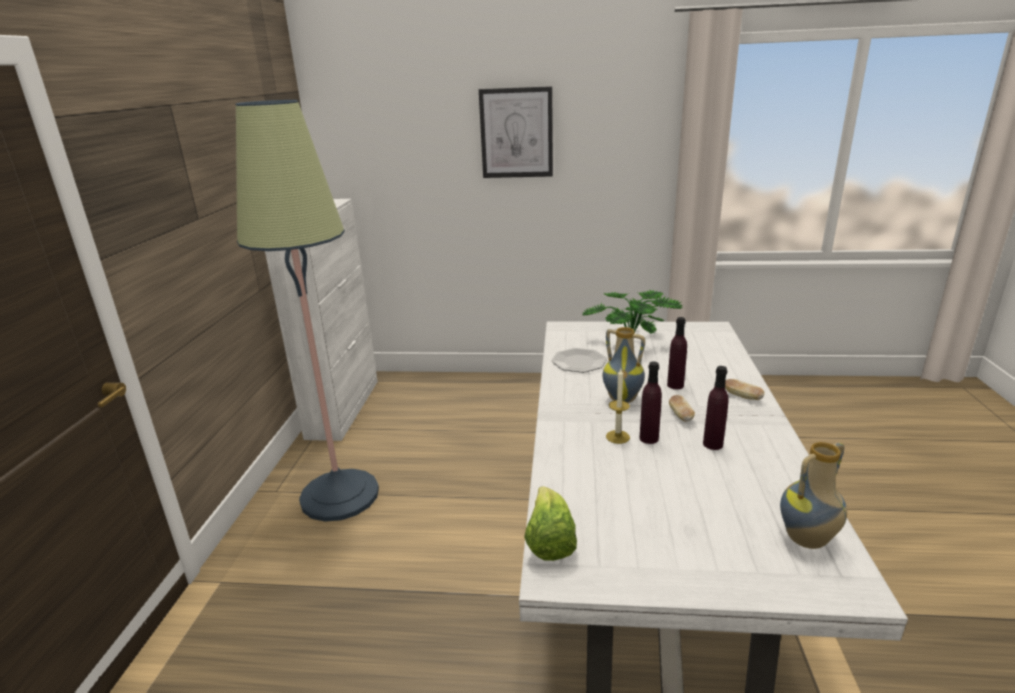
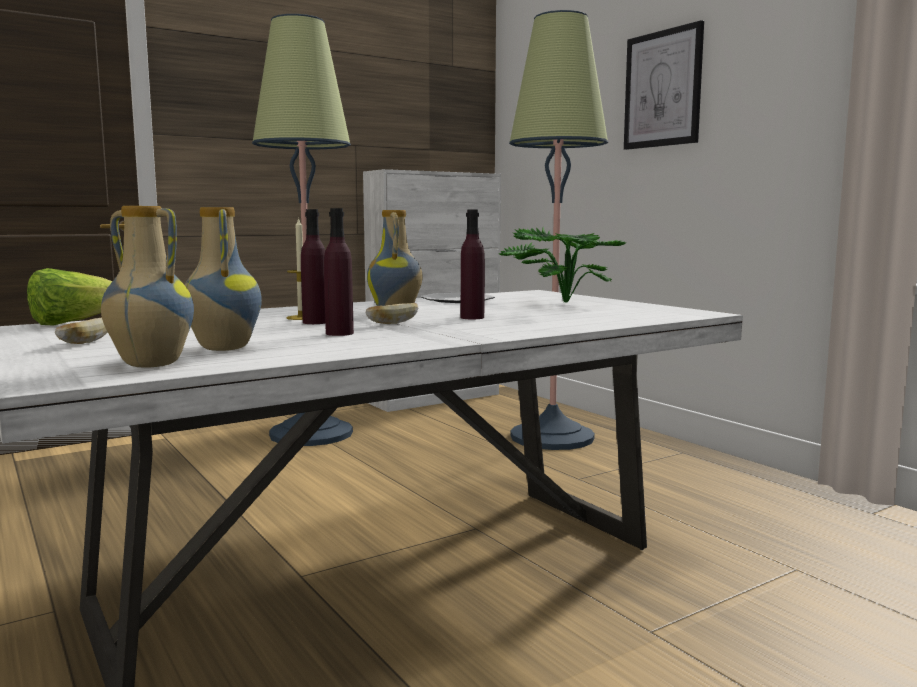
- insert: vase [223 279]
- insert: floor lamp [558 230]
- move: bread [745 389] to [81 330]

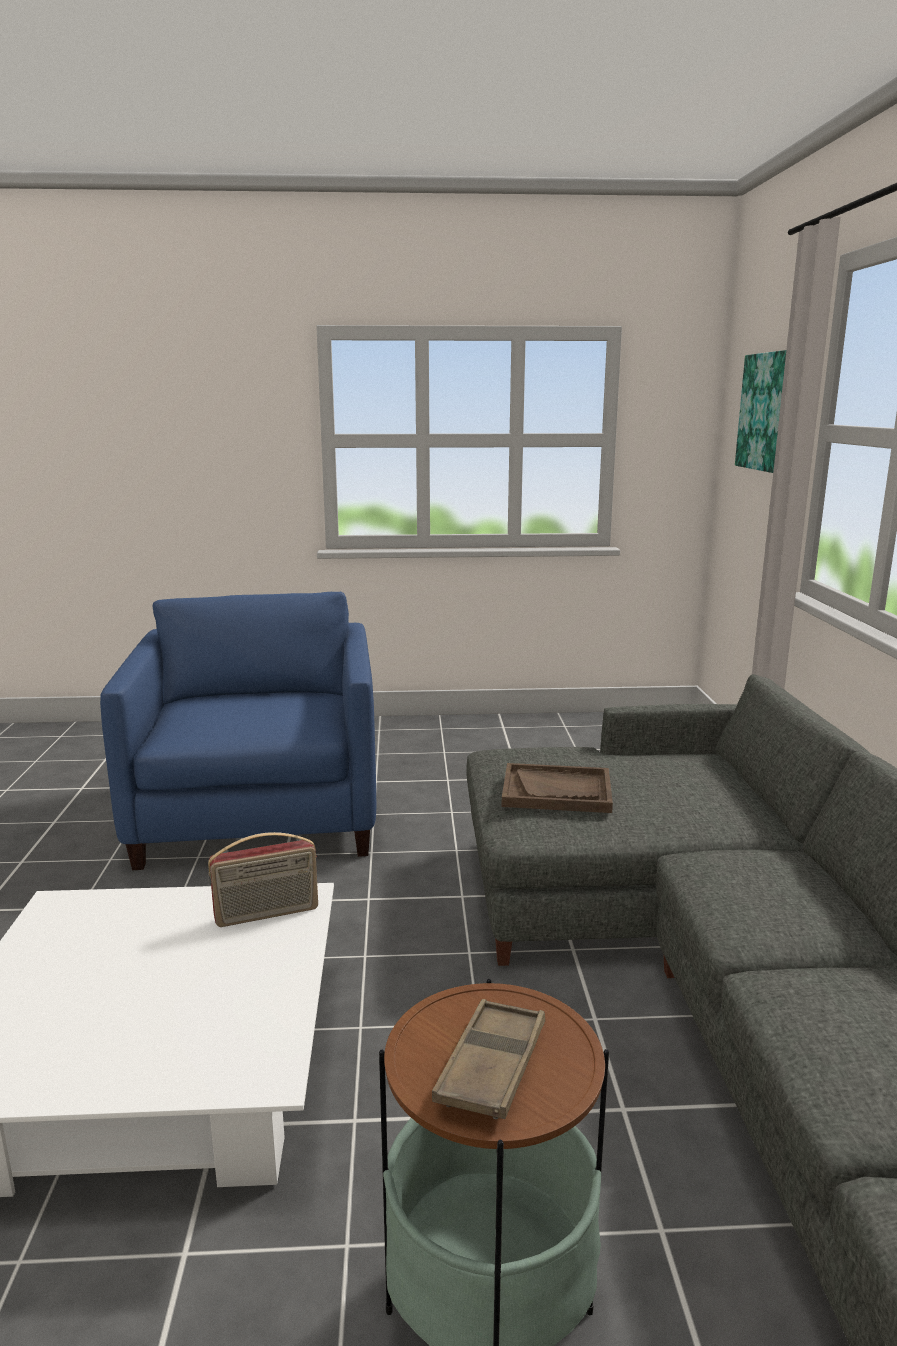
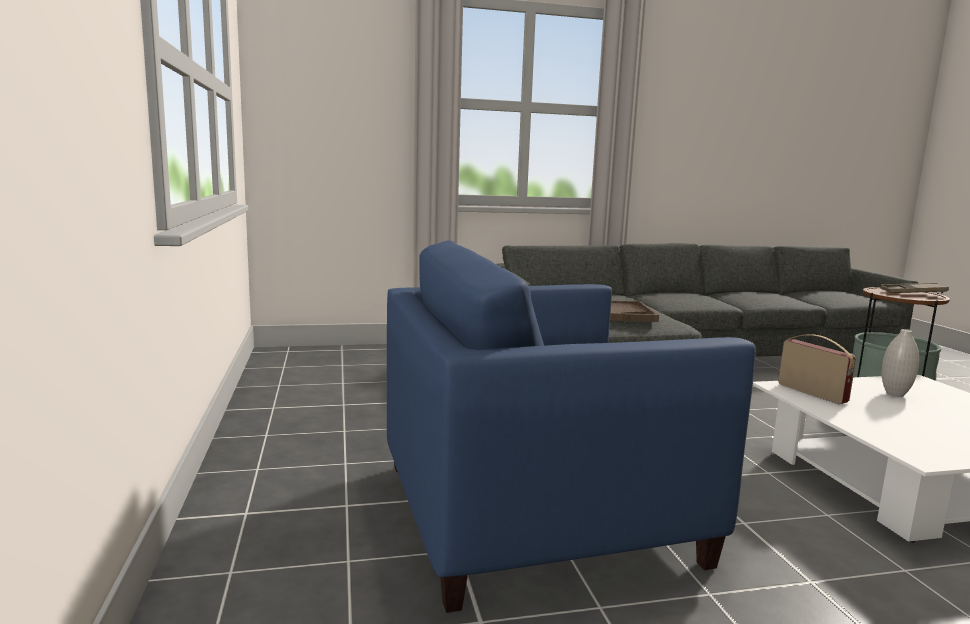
- delete: picture [760 411]
- insert: white vase [900 363]

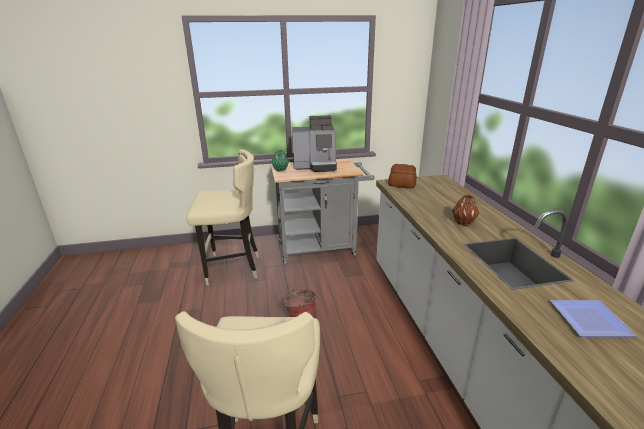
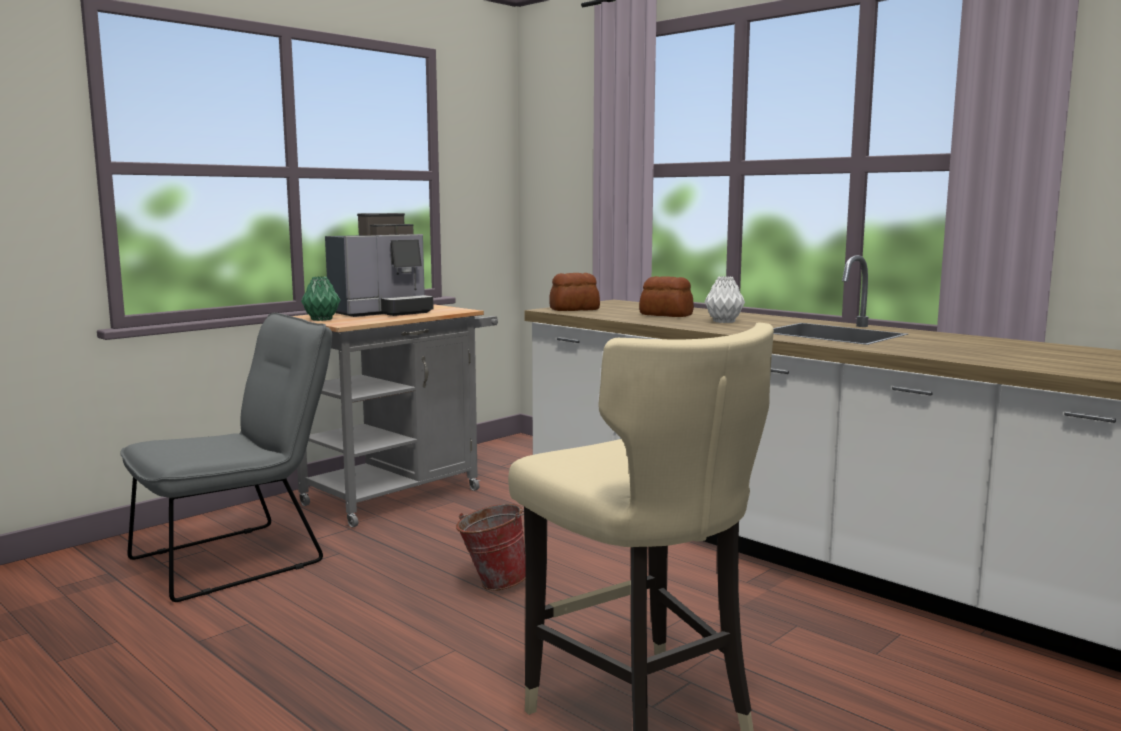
- delete: plate [594 318]
- insert: bread [666 296]
- replace: beige stool [223 217] to grey chair [226 457]
- recolor: brown vase [465 210] to white vase [724 299]

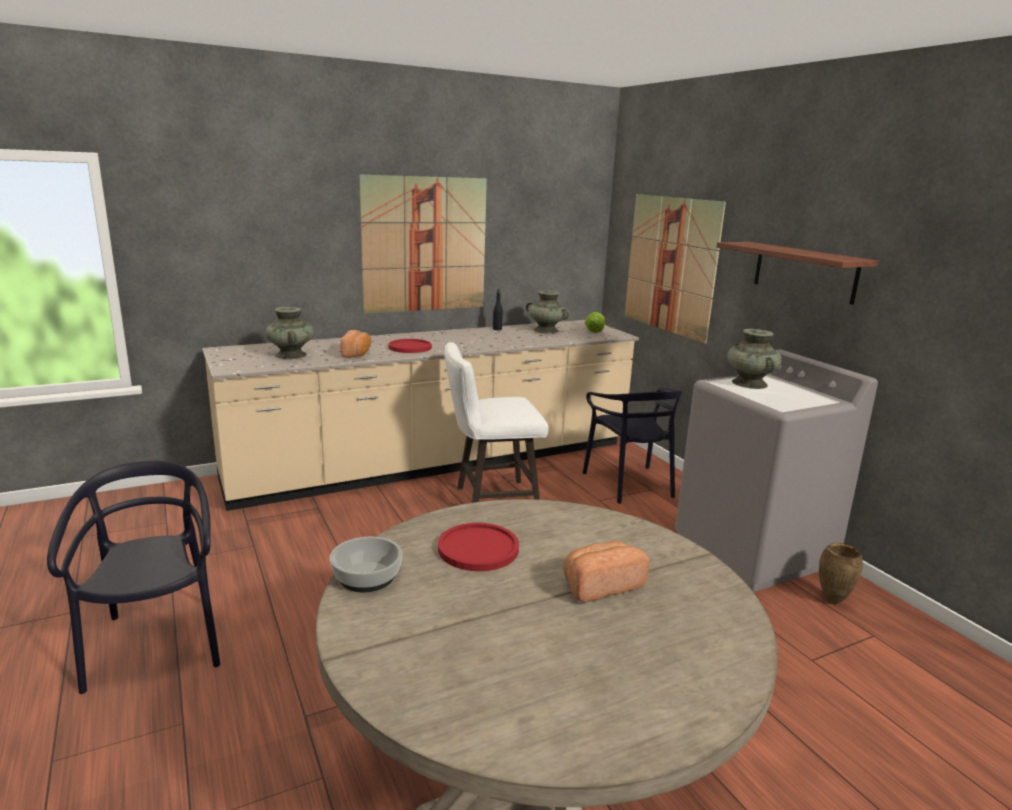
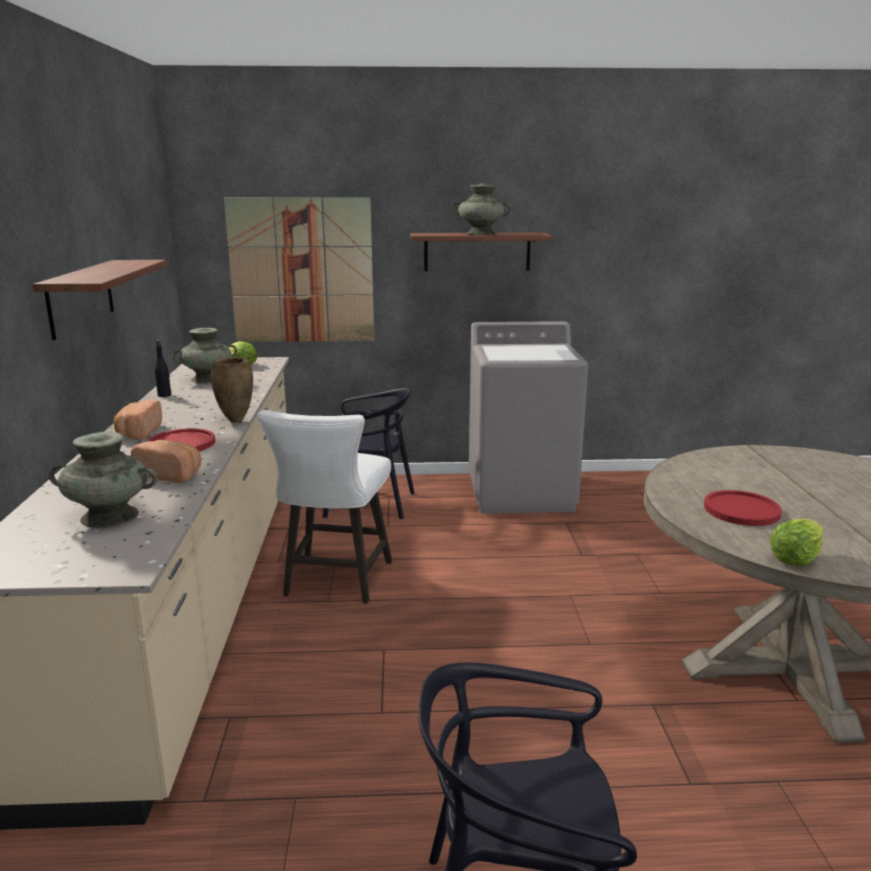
- move: bread [606 571] to [138 419]
- move: turquoise vase [754 359] to [481 209]
- move: brown vase [841 573] to [231 390]
- replace: bowl [366 564] to lettuce [796 542]
- replace: picture [423 244] to shelf [100 300]

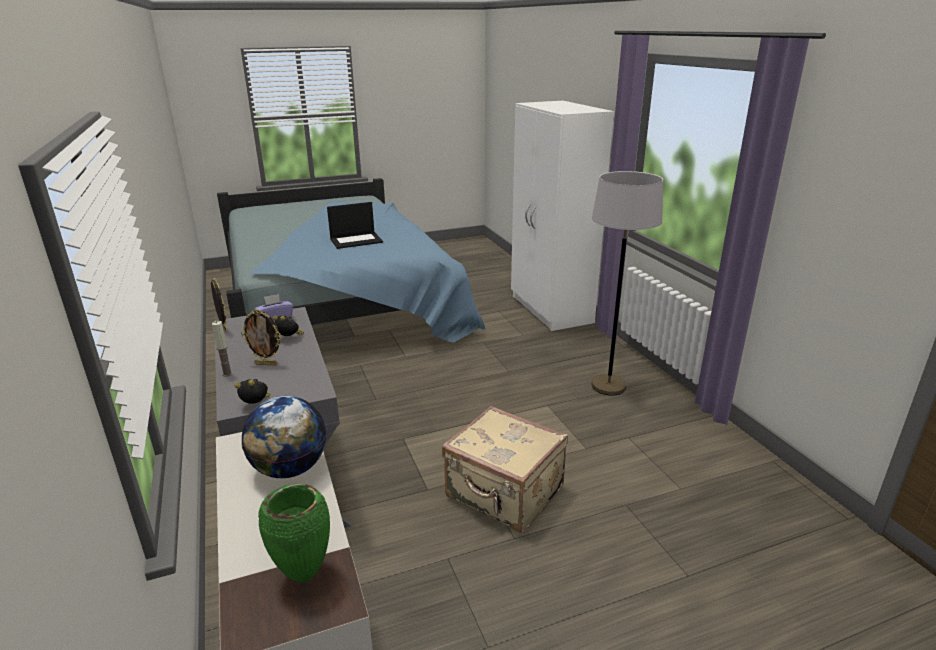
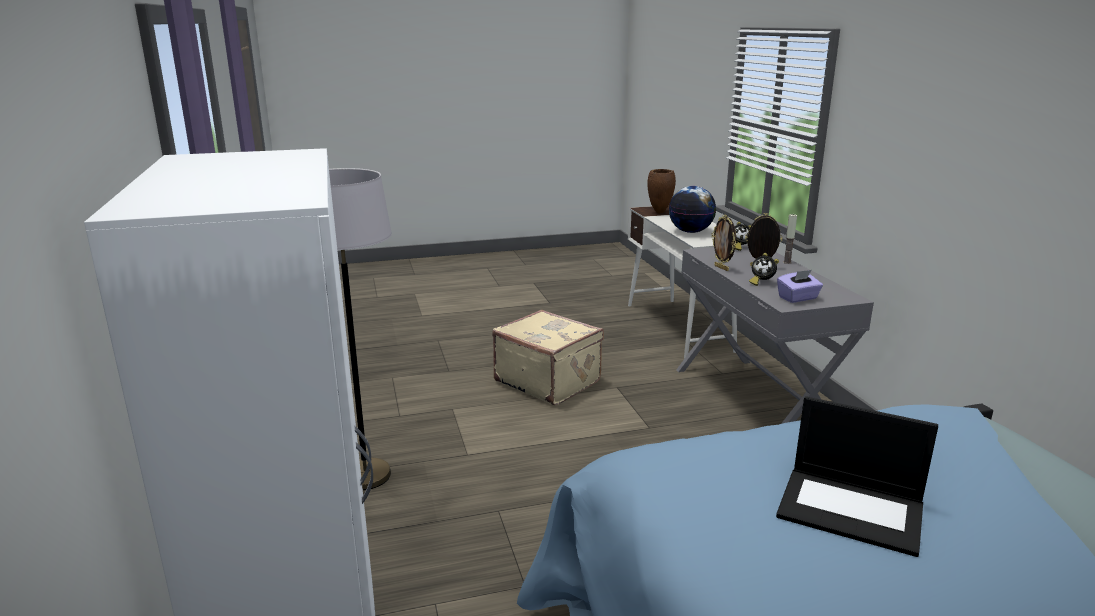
- move: picture frame [219 305] to [724 243]
- recolor: green vase [294 533] to brown vase [661 191]
- rotate: laptop [355 225] = [857 476] 135 degrees counterclockwise

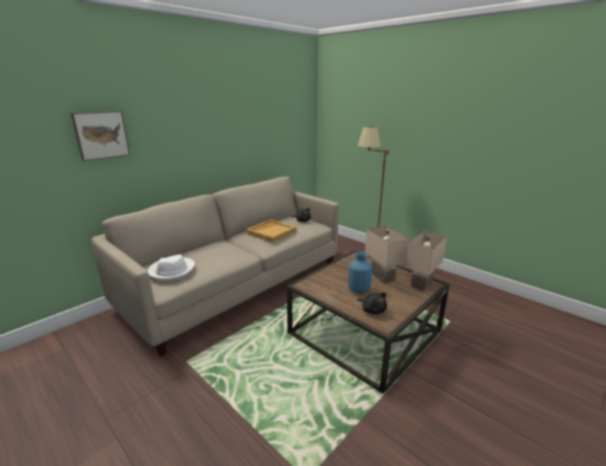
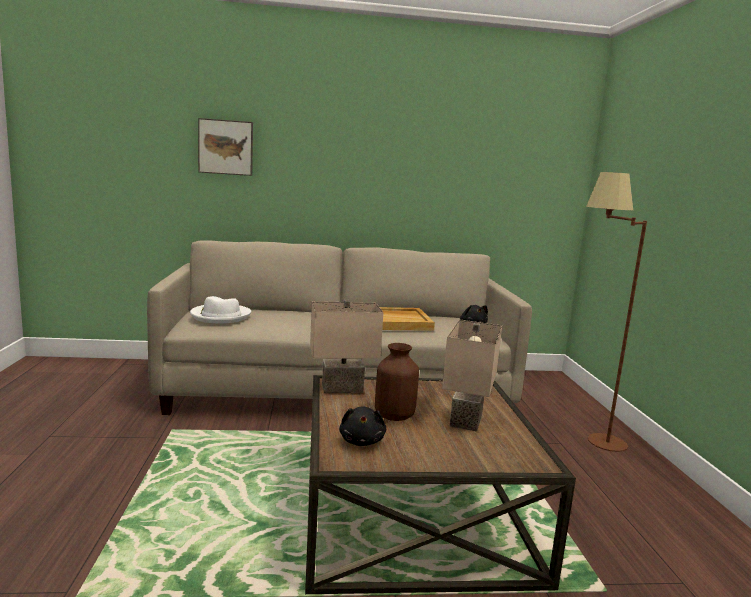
- move: beige table lamp [426 261] to [347 346]
- recolor: blue vase [360 273] to brown vase [397 382]

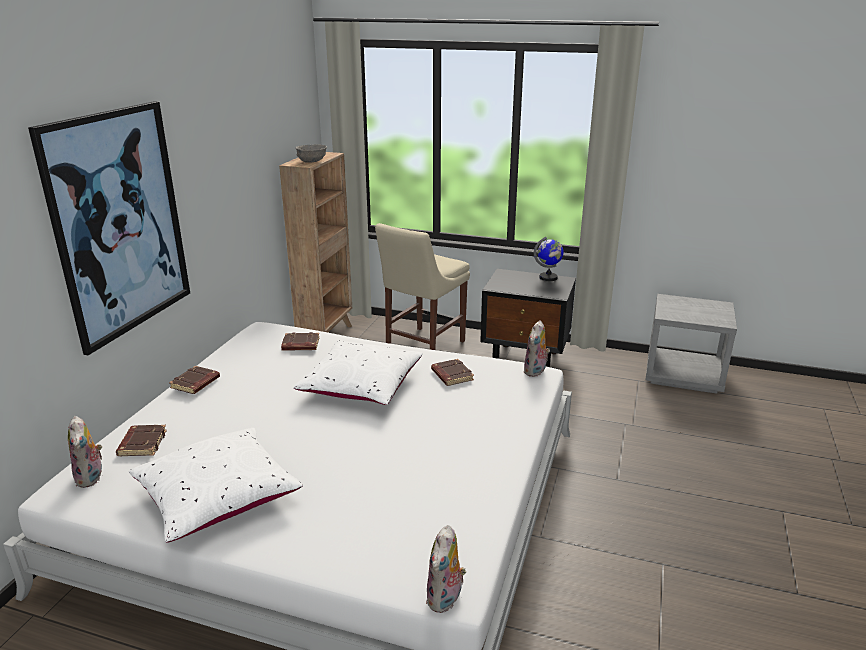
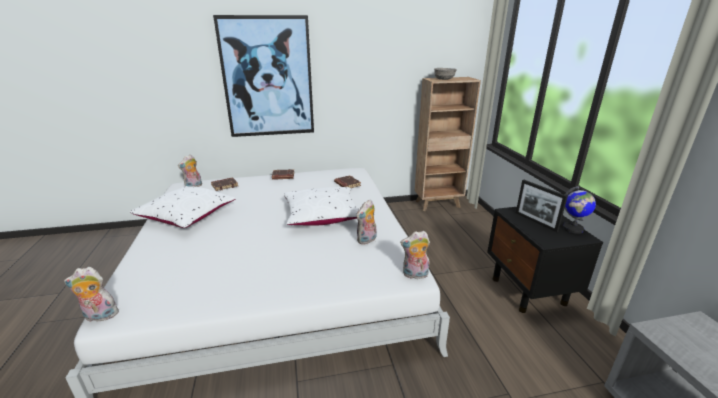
- delete: beige chair [422 286]
- insert: picture frame [542 206]
- replace: brown book [452 372] to plush toy [366 222]

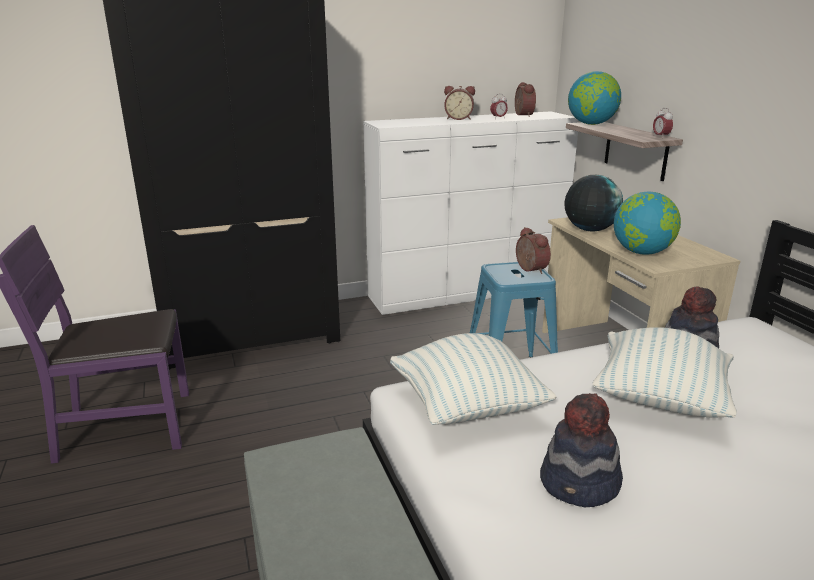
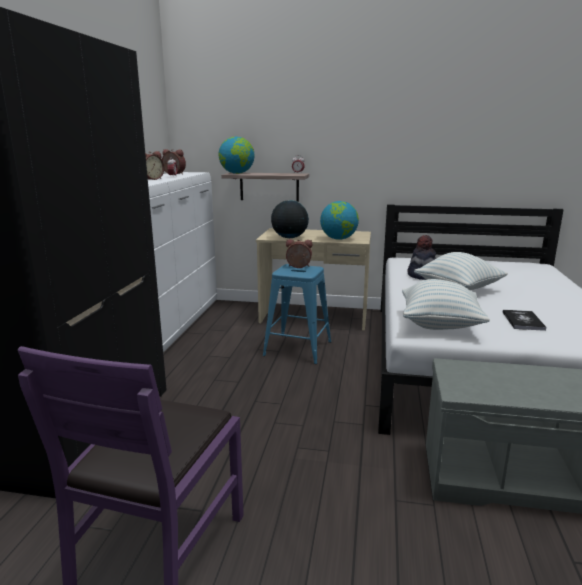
- replace: hat [581 450] to book [525 320]

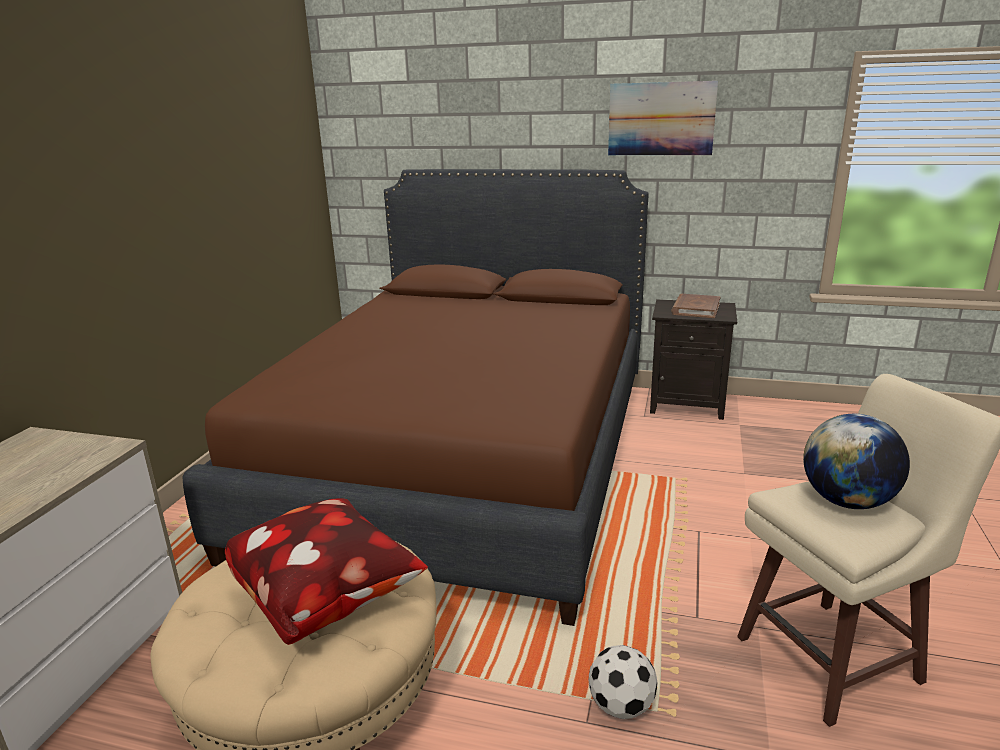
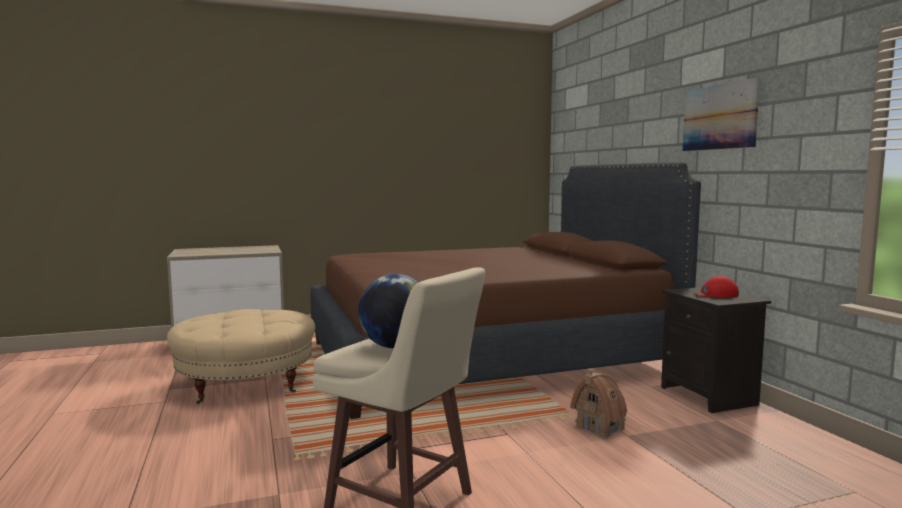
- delete: pillow [326 571]
- delete: football [623 682]
- insert: toy house [598 404]
- replace: brown book [696 306] to red cap [716 287]

